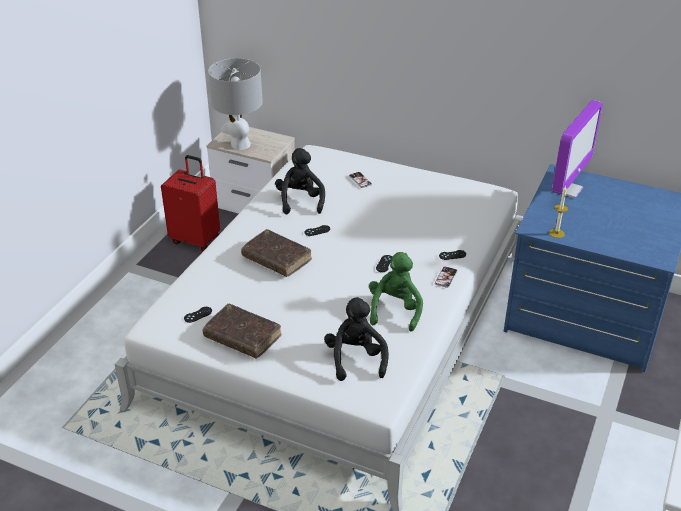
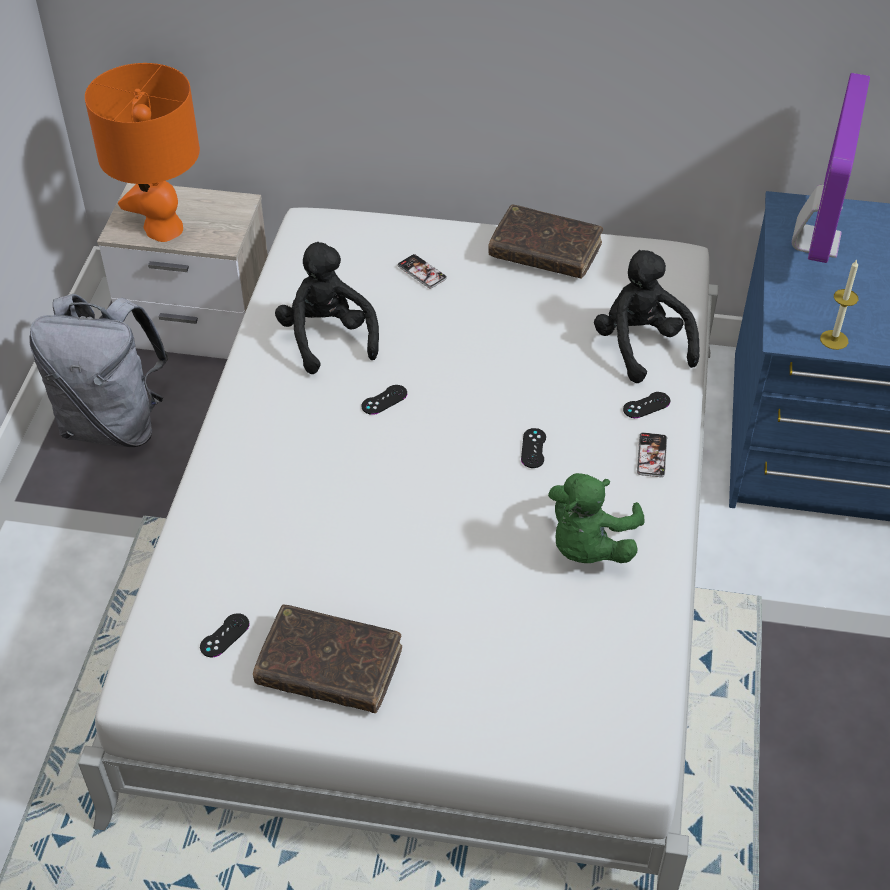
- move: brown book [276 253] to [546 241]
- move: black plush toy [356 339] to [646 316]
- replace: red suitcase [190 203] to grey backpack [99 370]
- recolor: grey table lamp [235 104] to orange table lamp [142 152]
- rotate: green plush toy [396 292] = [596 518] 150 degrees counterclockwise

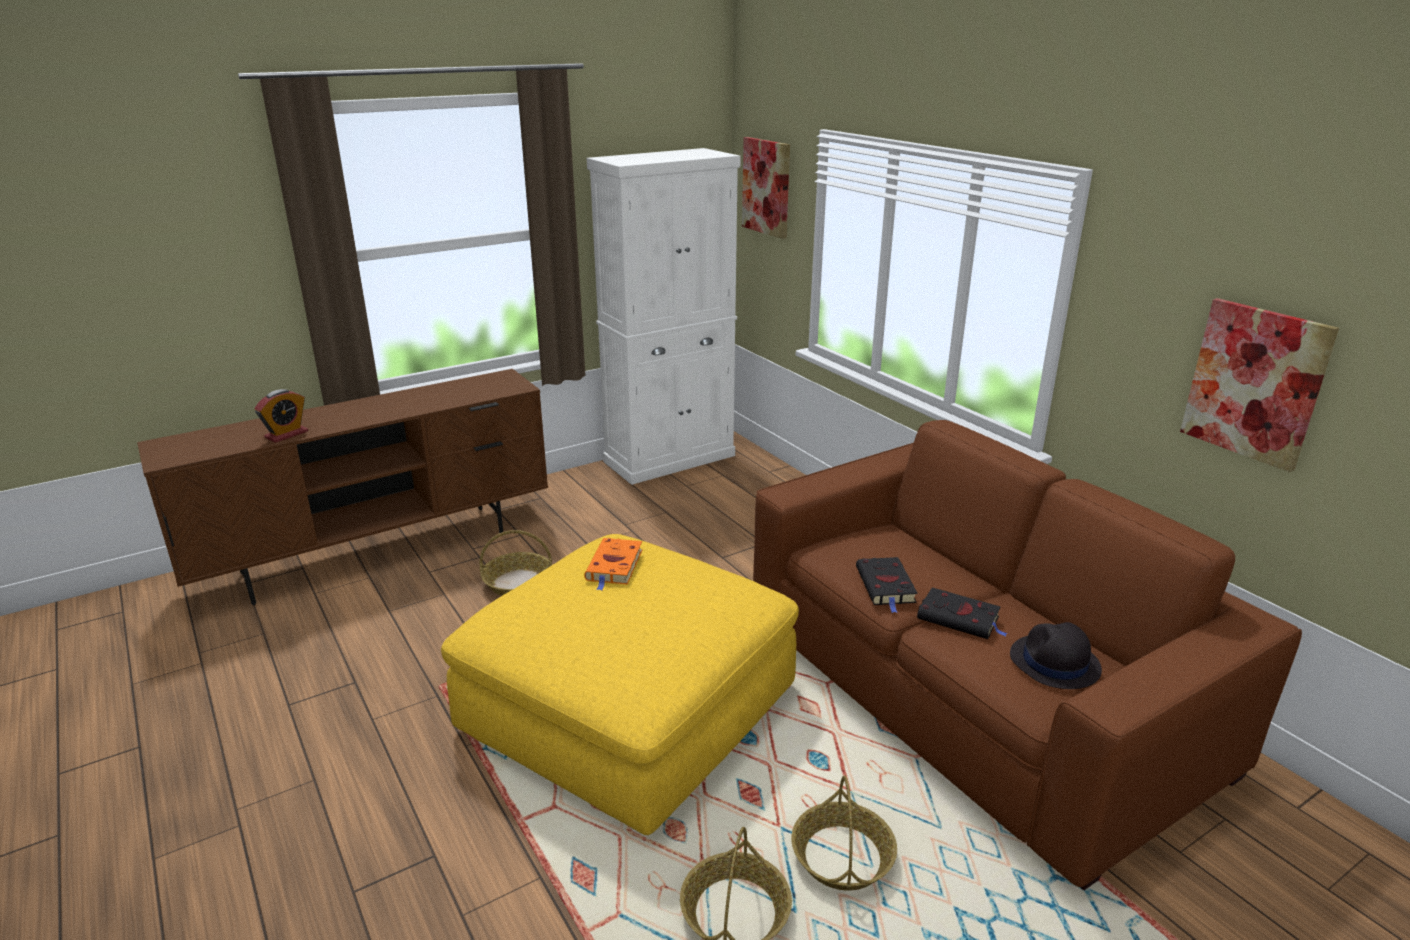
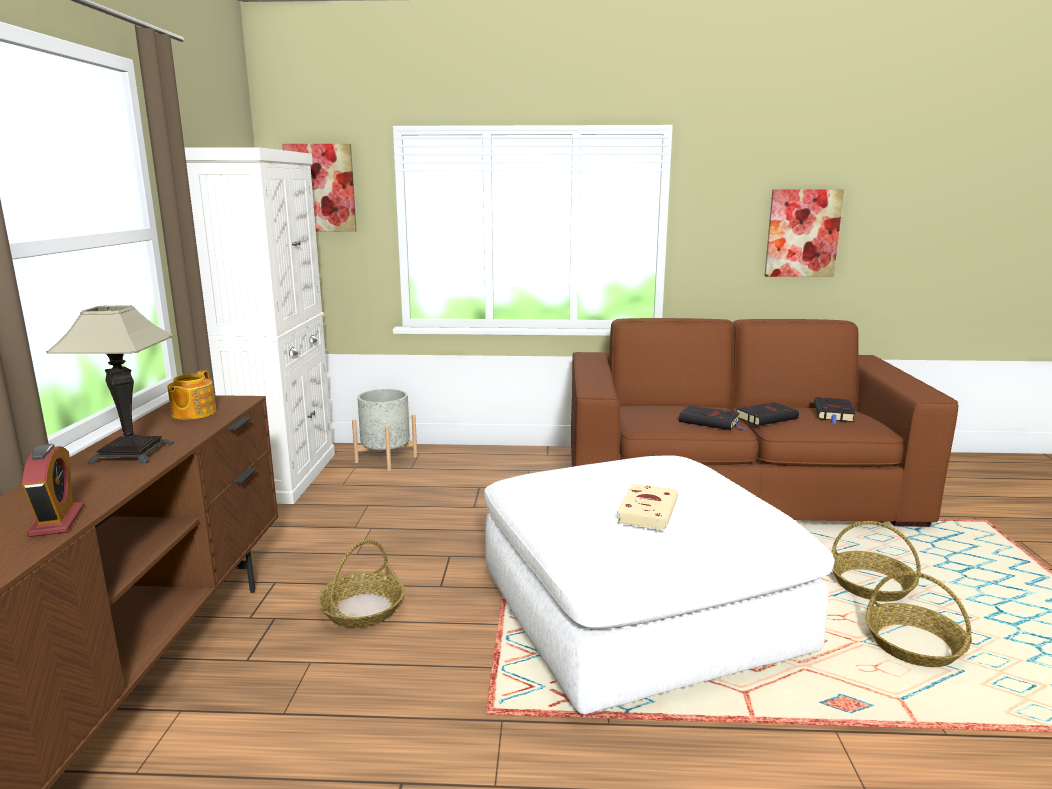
- delete: orange book [613 564]
- insert: table lamp [110 384]
- insert: teapot [192 395]
- insert: grey planter [384 430]
- insert: beige book [647 506]
- replace: black hat [1056 655] to black book [834 410]
- recolor: yellow ottoman [620 684] to white ottoman [659 584]

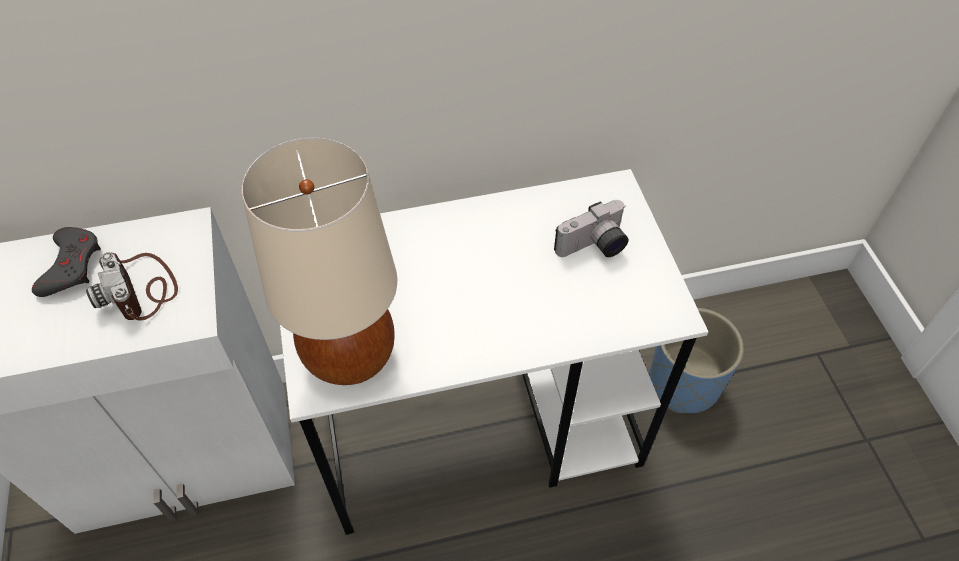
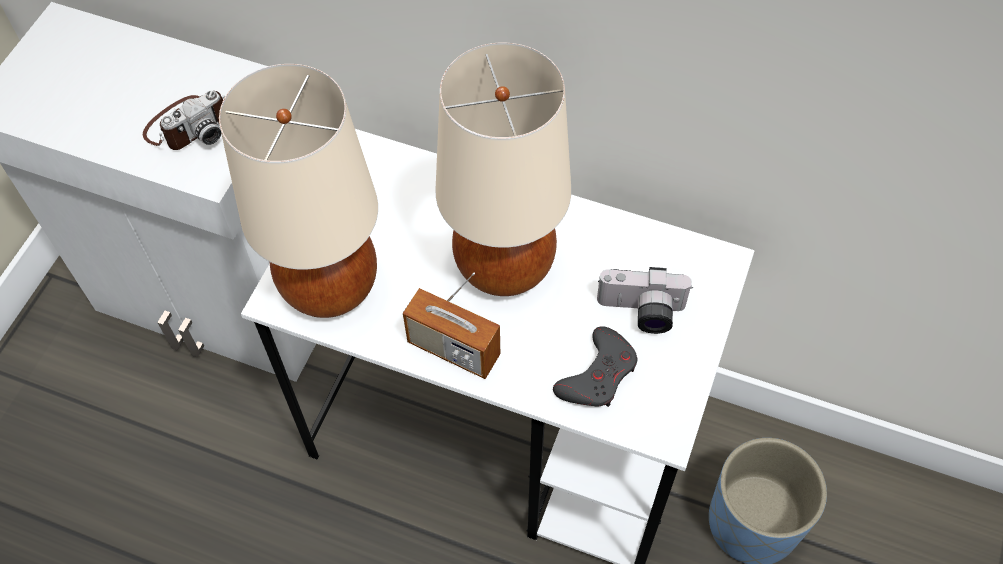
- insert: radio [451 325]
- insert: beige table lamp [503 169]
- move: grey game controller [66 262] to [595 366]
- rotate: photo camera [132 286] = [184 120] 135 degrees counterclockwise

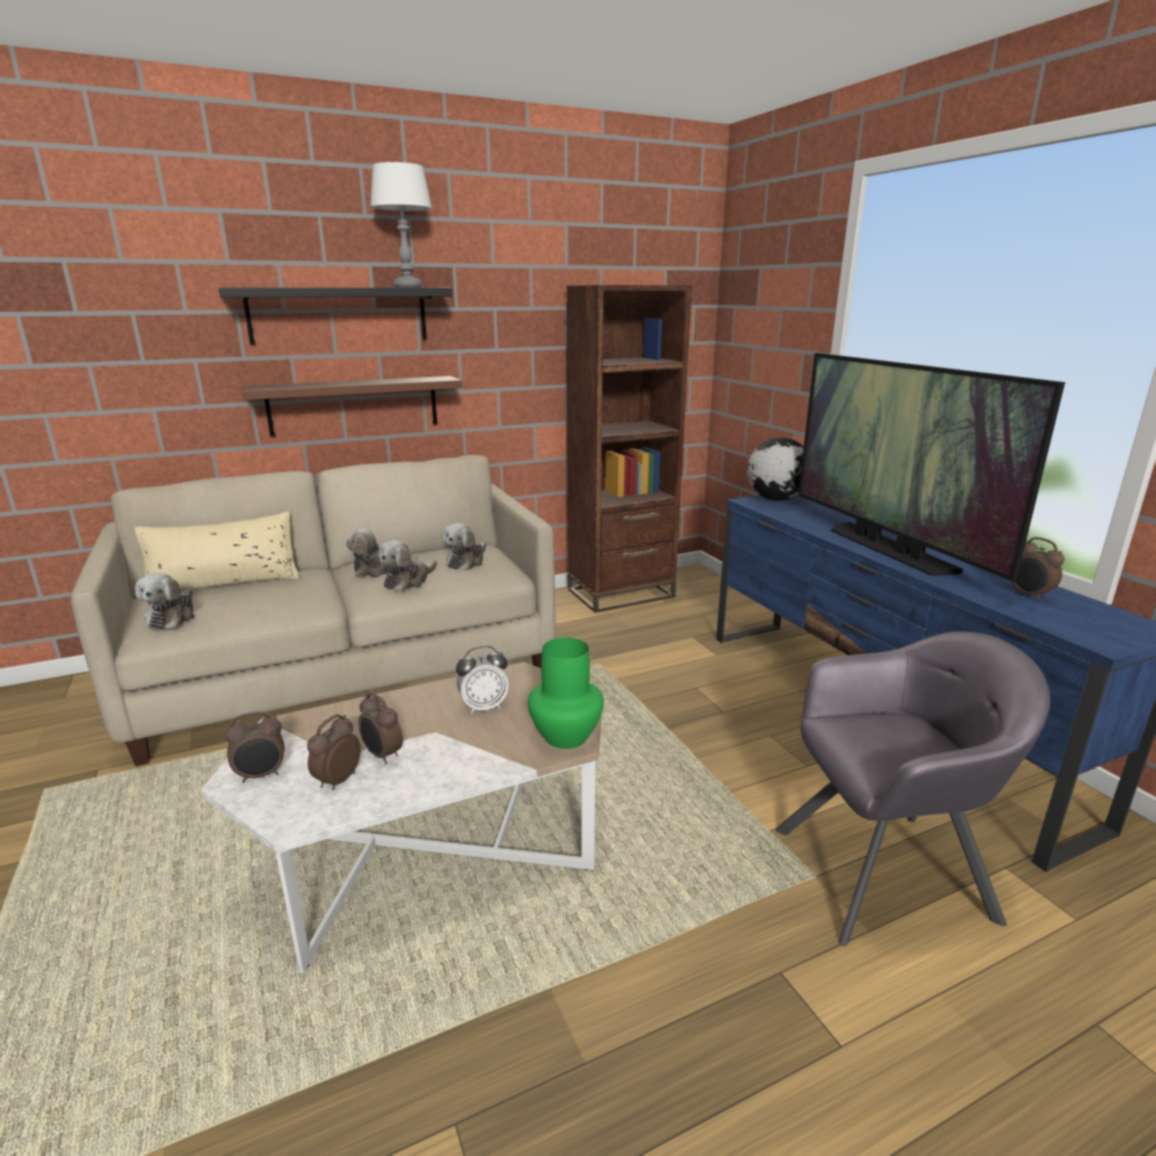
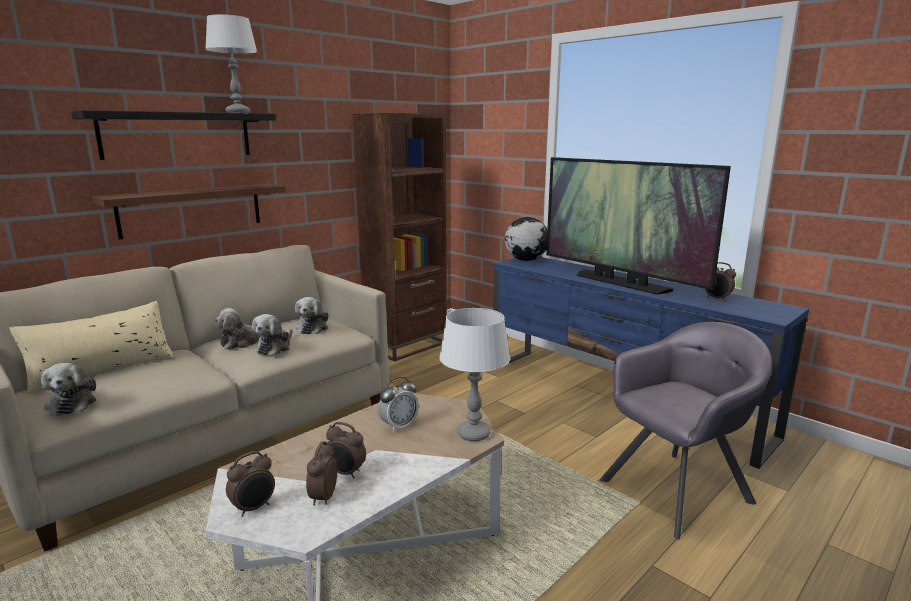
- replace: green vase [566 693] to white table lamp [474 374]

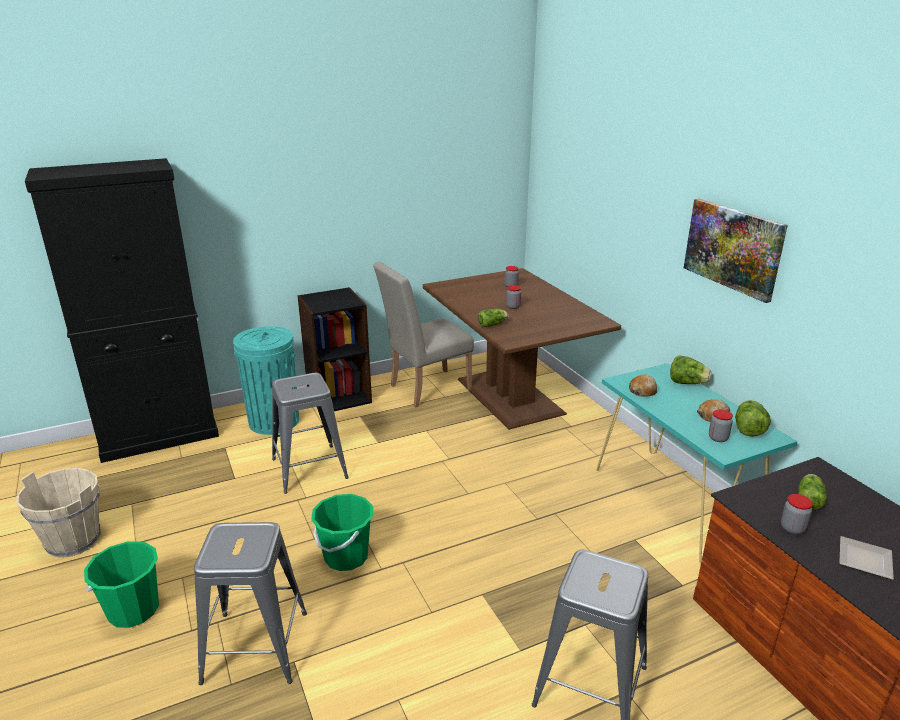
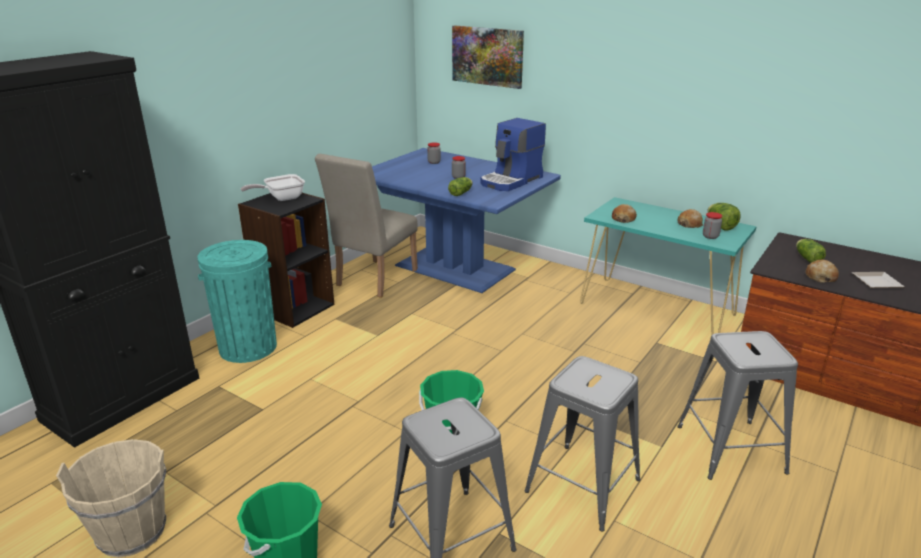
- delete: lettuce [691 369]
- insert: frying pan [273 187]
- insert: coffee machine [513 154]
- move: grey stool [310 433] to [582 444]
- move: picture [736 251] to [488 57]
- replace: jar [797 514] to bread [822 271]
- recolor: brown dining table [522 349] to blue dining table [466 220]

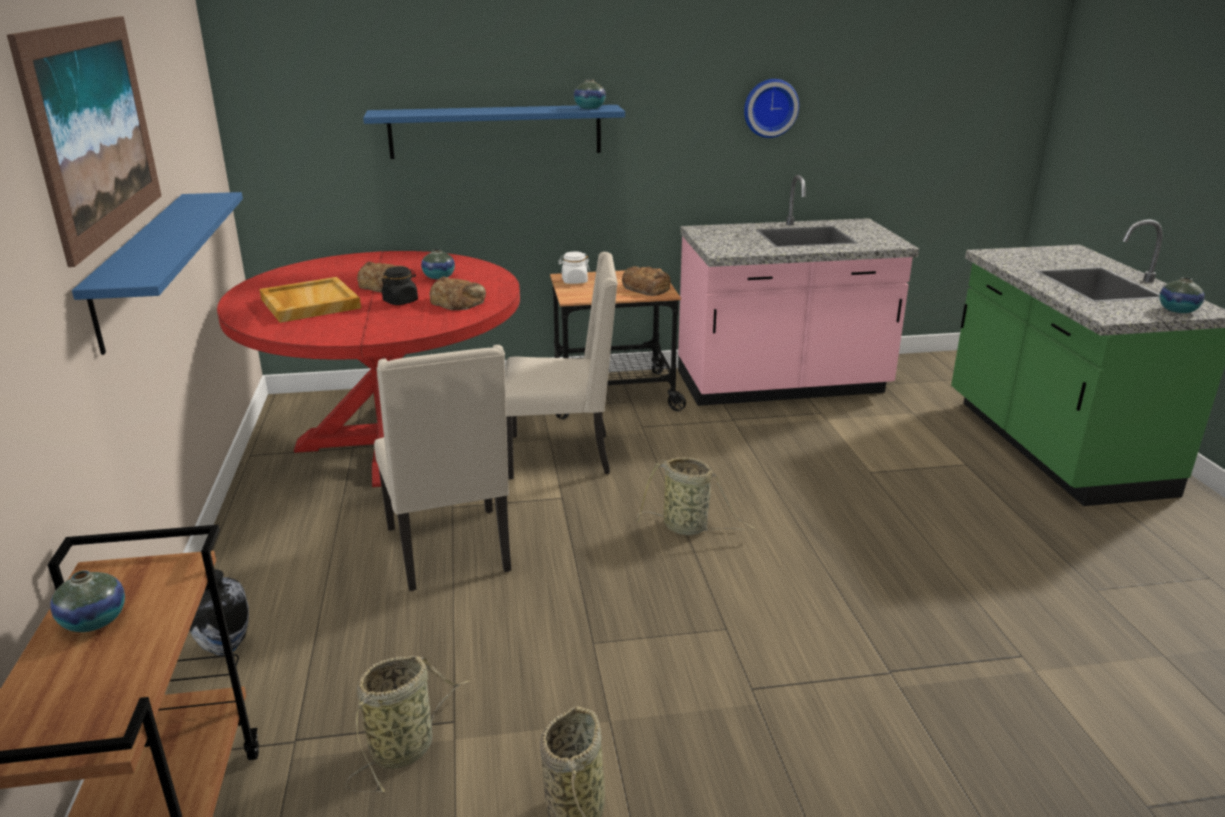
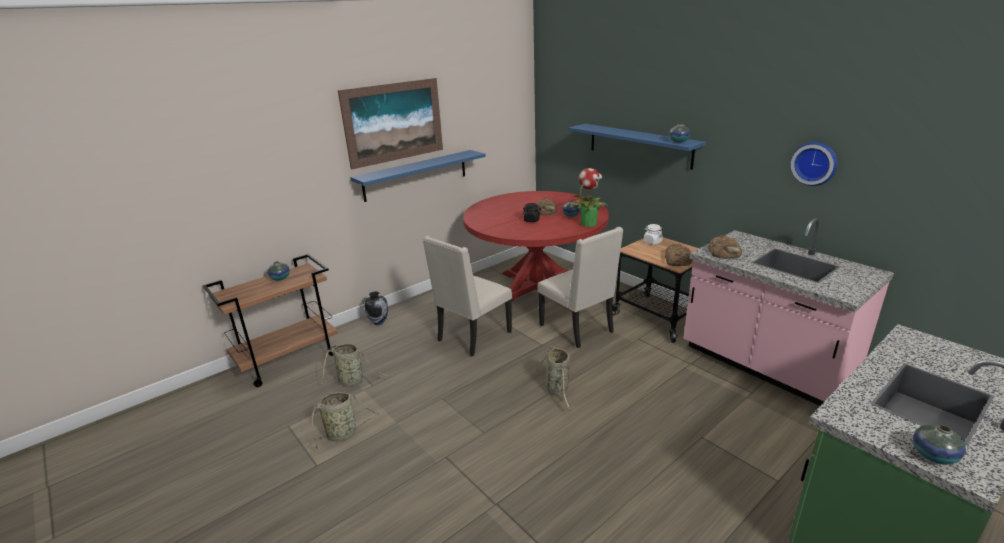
- delete: beige tray [310 300]
- insert: potted plant [590 197]
- move: bread [457 293] to [725 247]

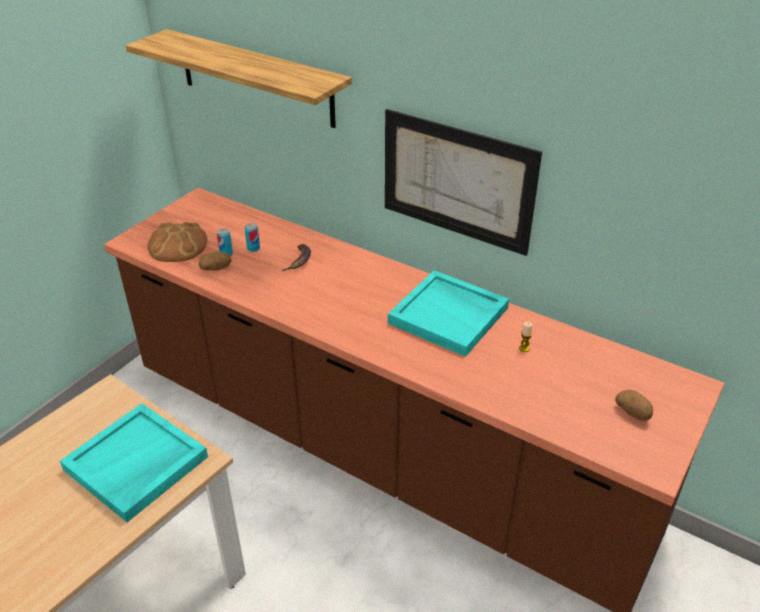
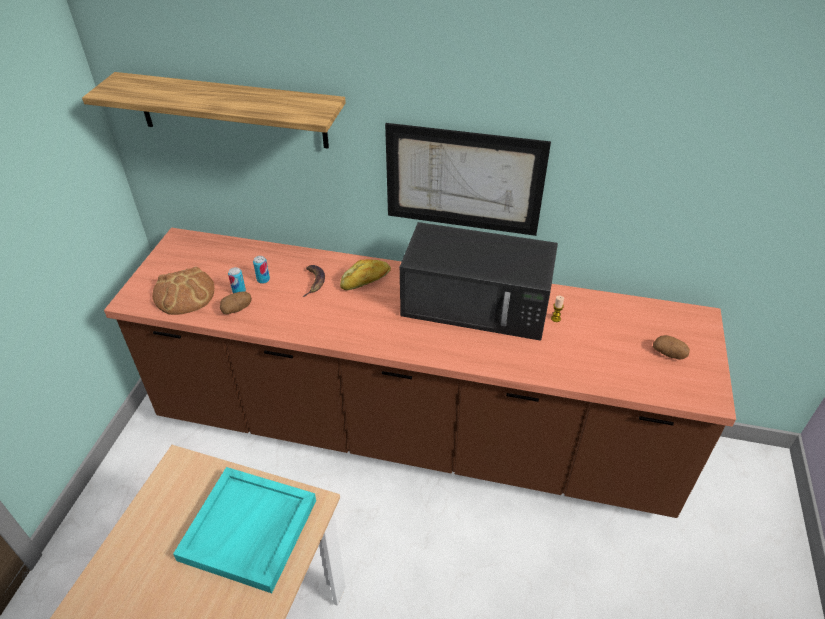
- insert: bread [365 274]
- replace: turquoise tray [448 313] to black microwave [479 281]

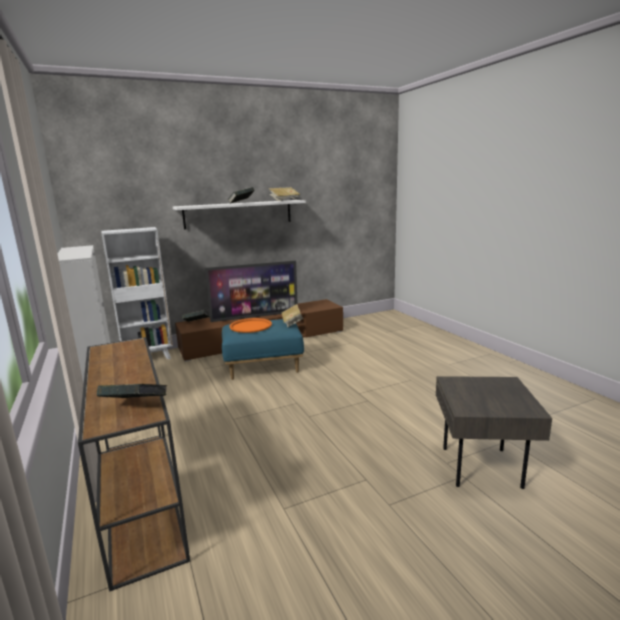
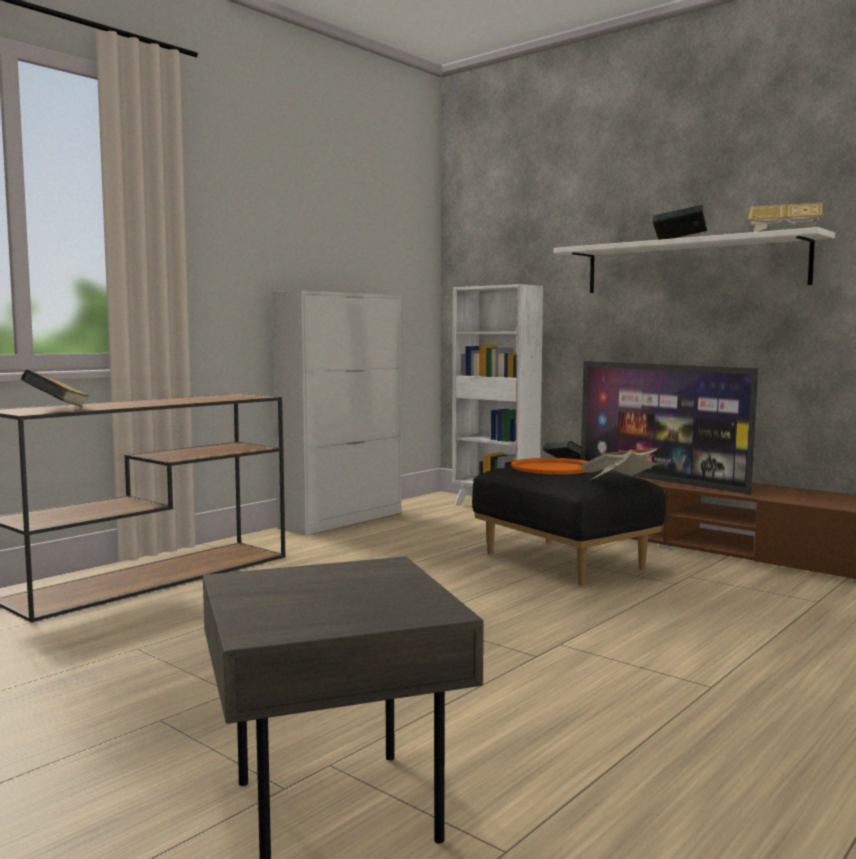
- recolor: blue ottoman [263 349] to black ottoman [568 526]

